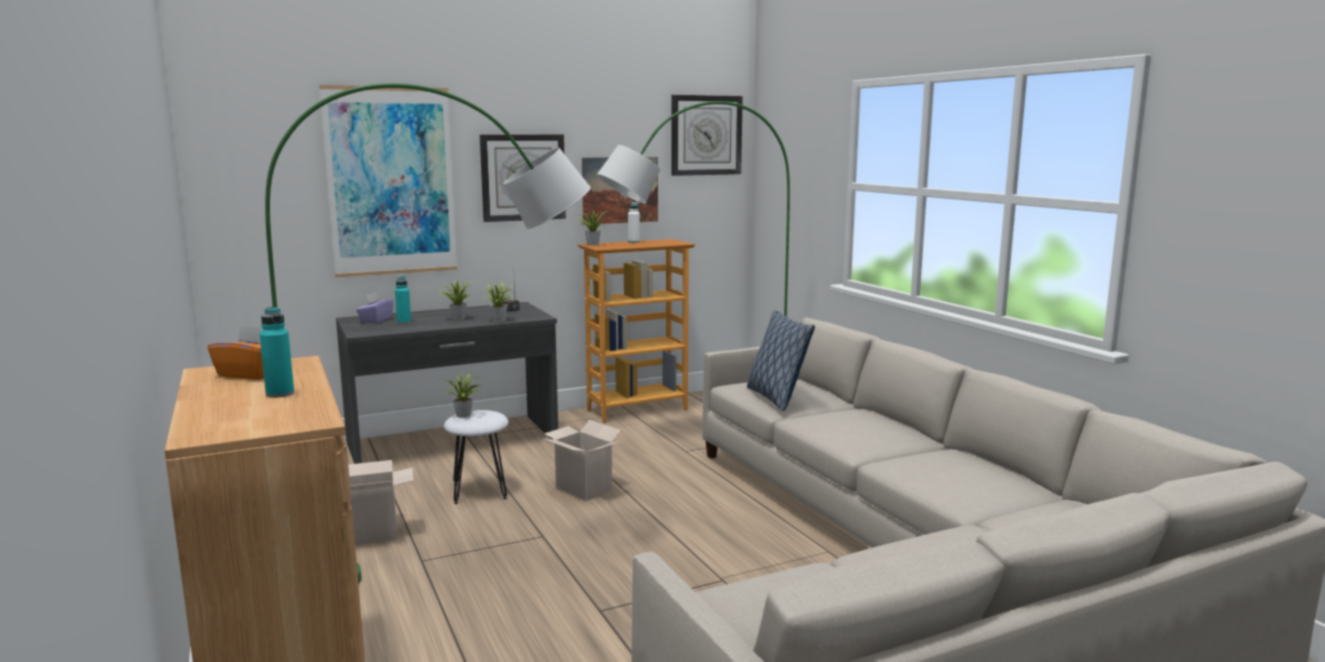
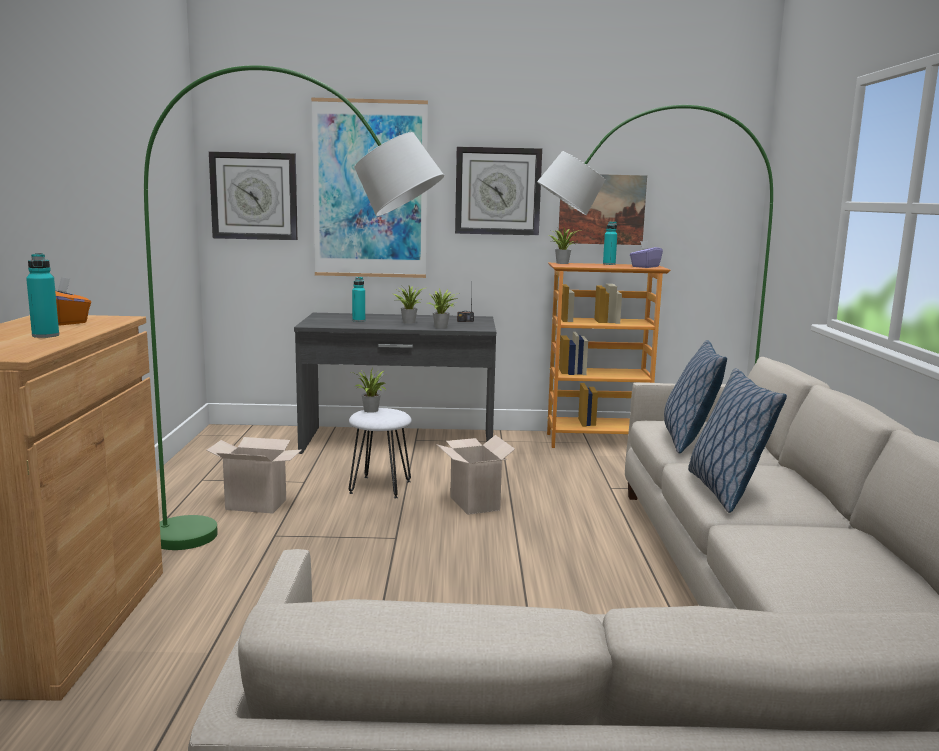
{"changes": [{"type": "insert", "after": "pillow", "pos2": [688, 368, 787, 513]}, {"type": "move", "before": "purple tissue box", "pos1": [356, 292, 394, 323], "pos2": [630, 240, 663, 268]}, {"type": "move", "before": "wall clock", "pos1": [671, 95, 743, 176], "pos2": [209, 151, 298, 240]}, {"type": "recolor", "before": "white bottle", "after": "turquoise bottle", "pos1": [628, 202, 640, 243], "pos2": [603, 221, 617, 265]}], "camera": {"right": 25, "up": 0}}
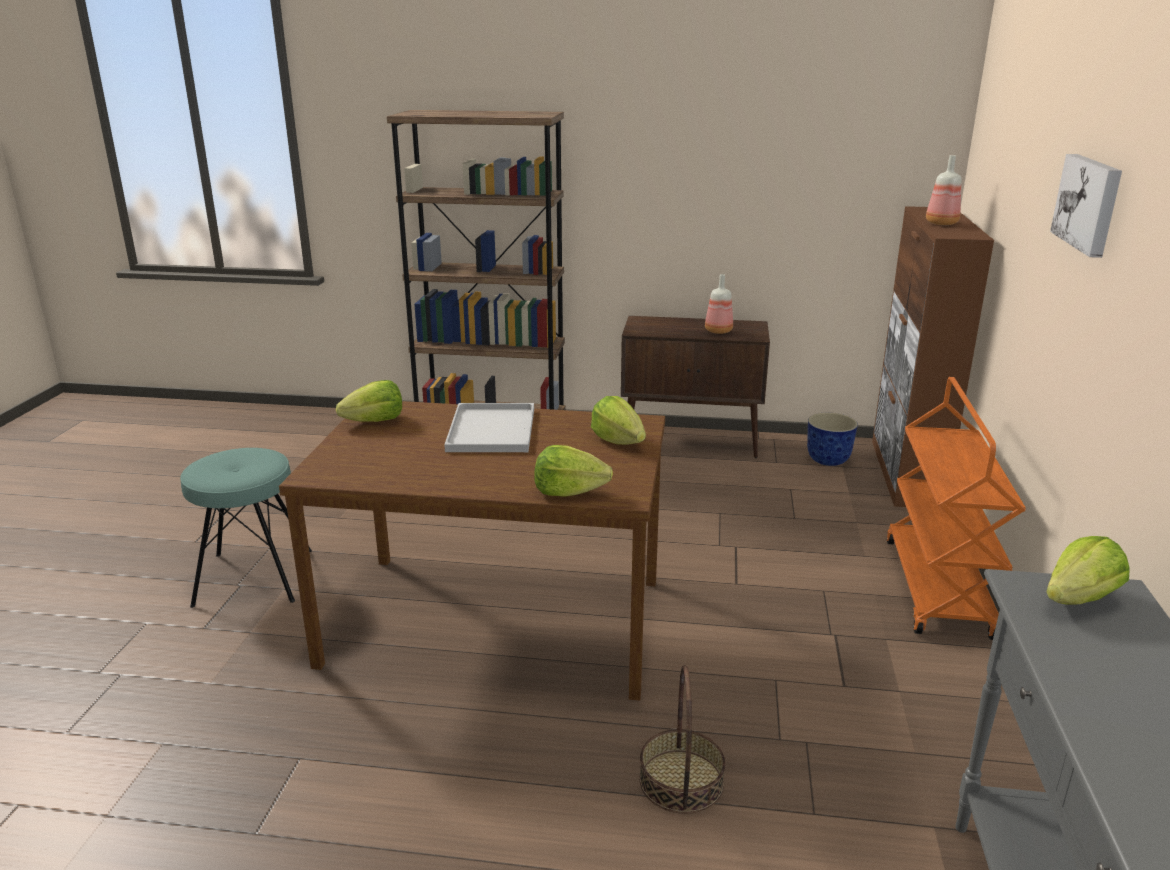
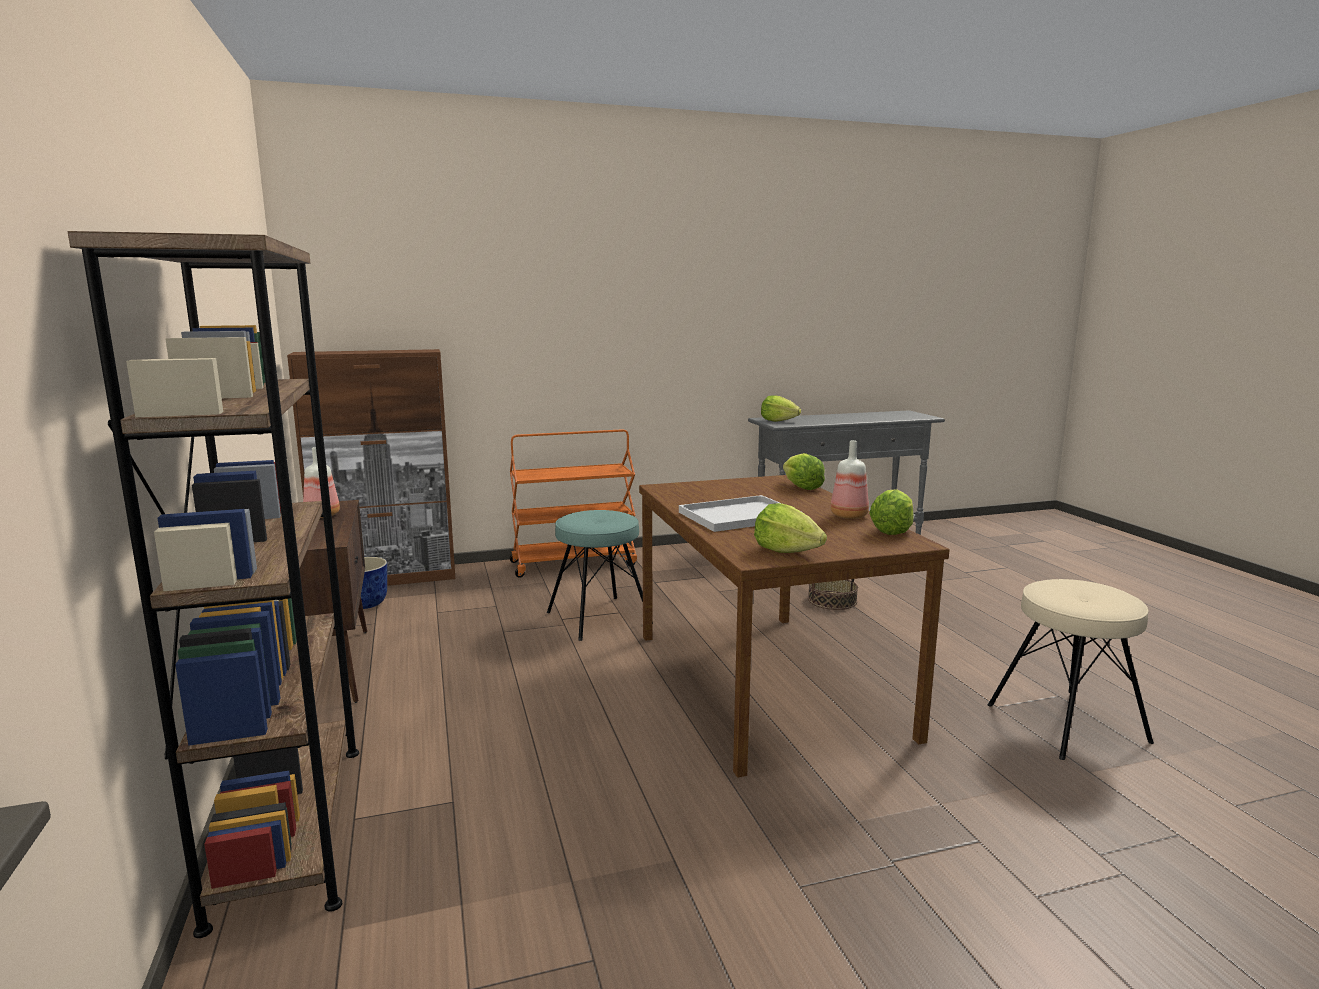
{"changes": [{"type": "delete", "before": "picture", "pos1": [1050, 154, 1122, 258]}, {"type": "insert", "after": "beige stool", "pos2": [988, 579, 1154, 760]}, {"type": "move", "before": "turquoise stool", "pos1": [180, 448, 312, 608], "pos2": [547, 510, 653, 641]}, {"type": "move", "before": "lettuce", "pos1": [591, 396, 646, 445], "pos2": [869, 489, 913, 535]}, {"type": "move", "before": "bottle", "pos1": [926, 155, 962, 225], "pos2": [830, 440, 869, 519]}], "camera": {"right": -115, "up": -10}}
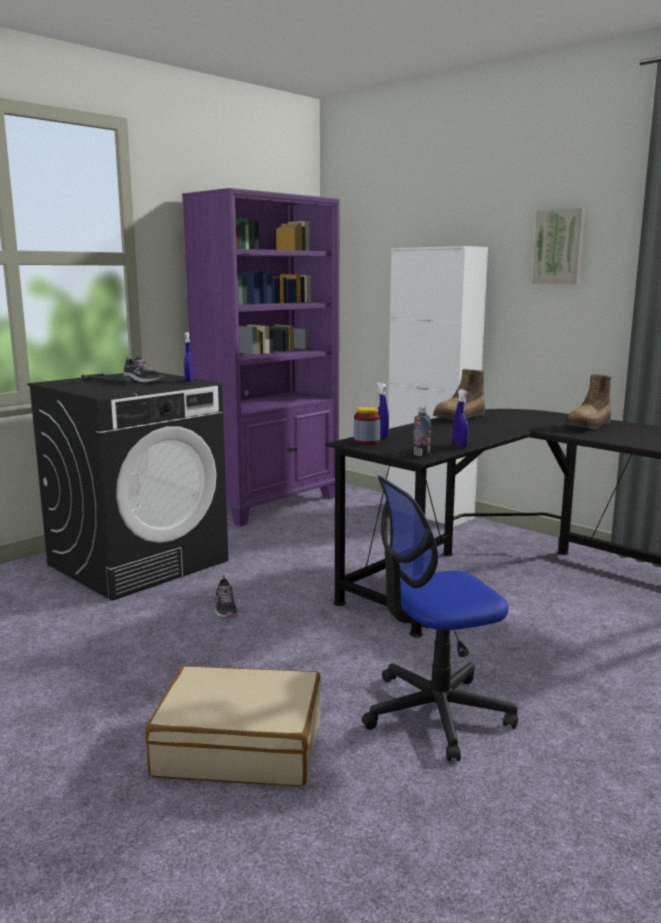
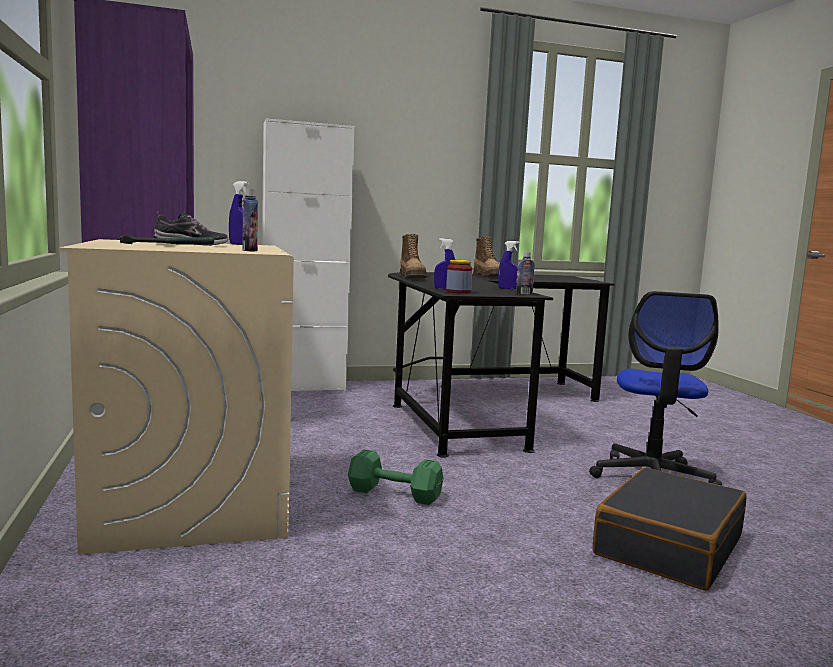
{"changes": [{"type": "delete", "before": "picture", "pos1": [532, 208, 585, 284]}, {"type": "insert", "after": "bottle", "pos2": [242, 189, 258, 251]}, {"type": "replace", "before": "shoe", "after": "green dumbbell", "pos1": [215, 576, 238, 618], "pos2": [348, 449, 443, 505]}, {"type": "recolor", "before": "black washing machine", "after": "beige washing machine", "pos1": [27, 372, 228, 601], "pos2": [59, 239, 294, 555]}, {"type": "recolor", "before": "beige suitcase", "after": "black suitcase", "pos1": [145, 666, 321, 786], "pos2": [593, 467, 747, 591]}], "camera": {"right": -60, "up": -5}}
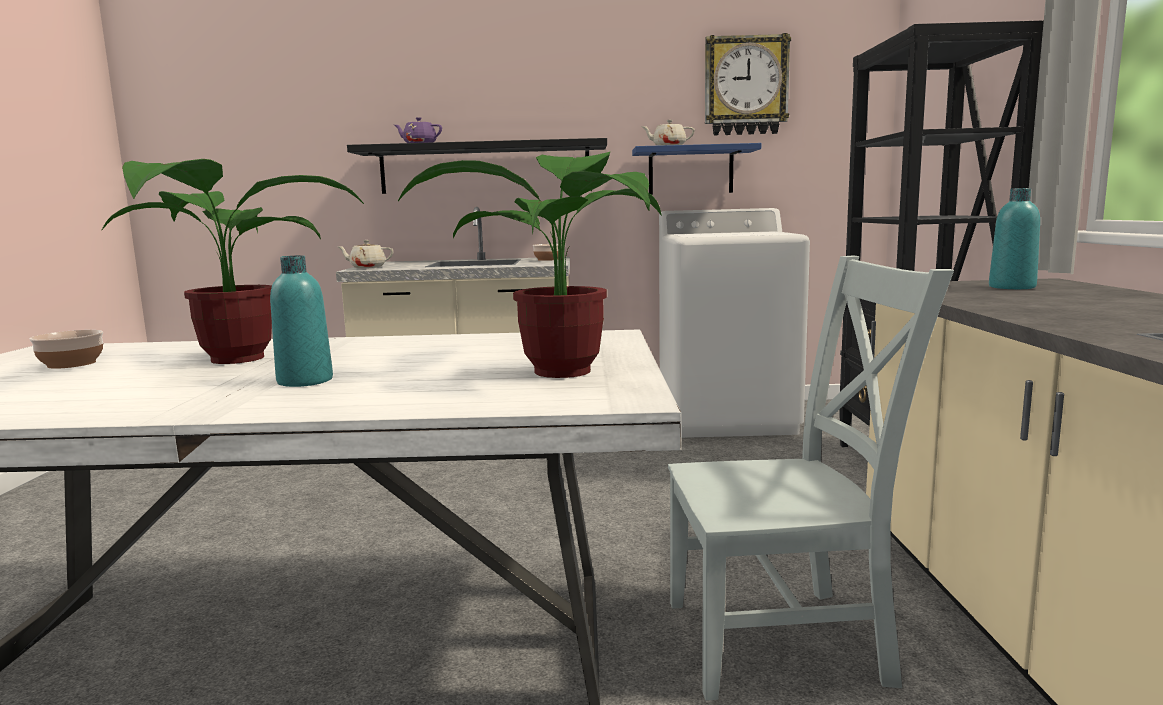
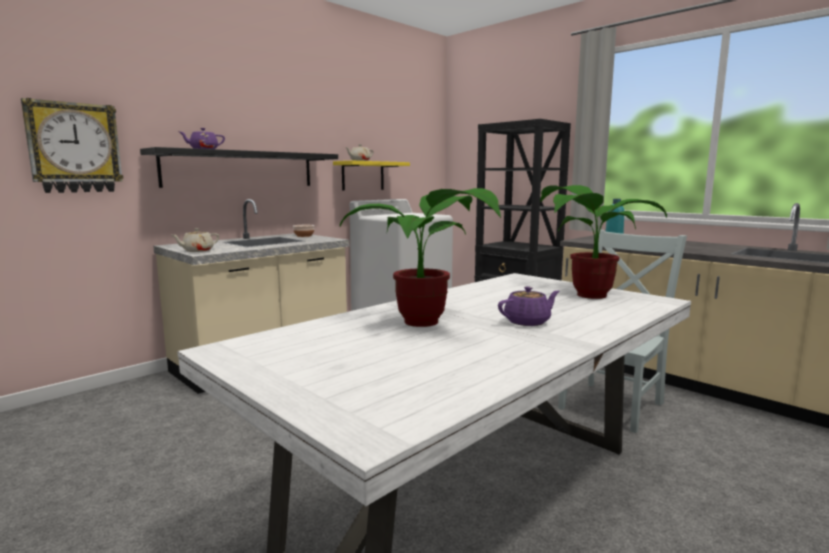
{"changes": [{"type": "delete", "before": "bowl", "pos1": [30, 330, 103, 369]}, {"type": "move", "before": "wall clock", "pos1": [705, 33, 791, 136], "pos2": [21, 98, 124, 193]}, {"type": "replace", "before": "turquoise bottle", "after": "purple teapot", "pos1": [270, 255, 333, 387], "pos2": [498, 286, 559, 326]}, {"type": "recolor", "before": "blue shelf", "after": "yellow shelf", "pos1": [632, 143, 761, 195], "pos2": [333, 161, 410, 190]}], "camera": {"right": -45, "up": 0}}
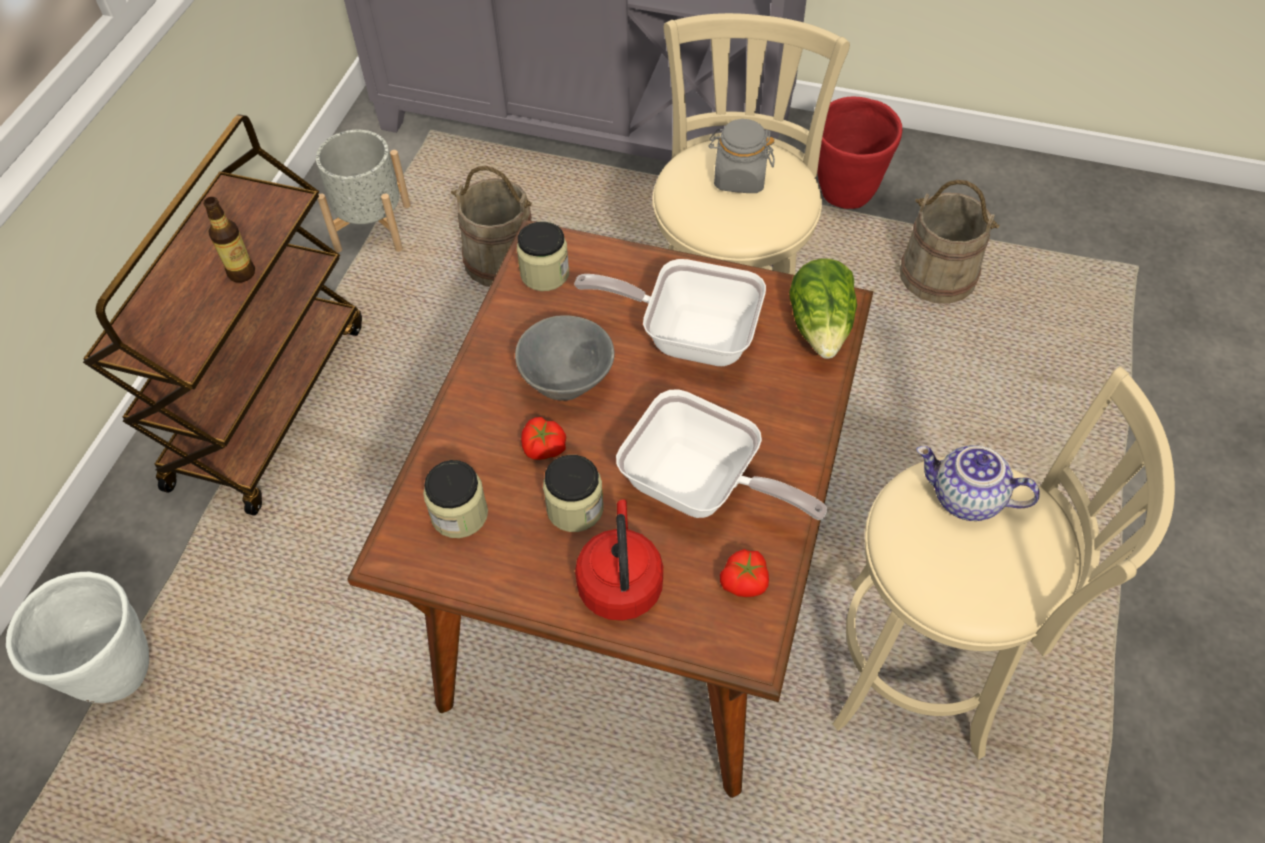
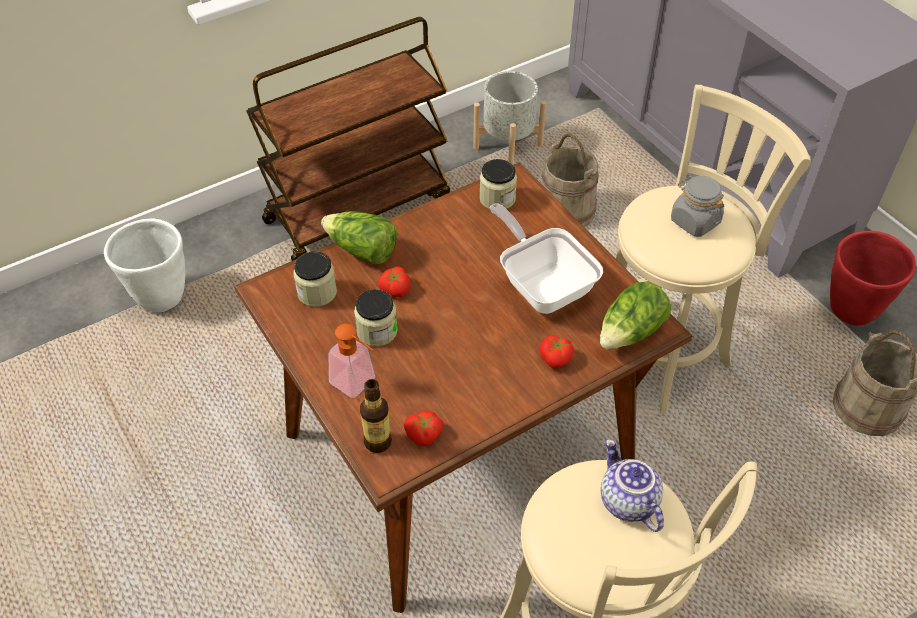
{"changes": [{"type": "delete", "before": "grey bowl", "pos1": [515, 315, 614, 400]}, {"type": "delete", "before": "frying pan", "pos1": [616, 389, 827, 520]}, {"type": "insert", "after": "lettuce", "pos2": [321, 211, 397, 265]}, {"type": "insert", "after": "tomato", "pos2": [540, 335, 574, 368]}, {"type": "move", "before": "bottle", "pos1": [203, 197, 255, 283], "pos2": [360, 379, 392, 453]}, {"type": "replace", "before": "red kettle", "after": "soap dispenser", "pos1": [575, 499, 663, 621], "pos2": [329, 324, 375, 398]}], "camera": {"right": 40, "up": -5}}
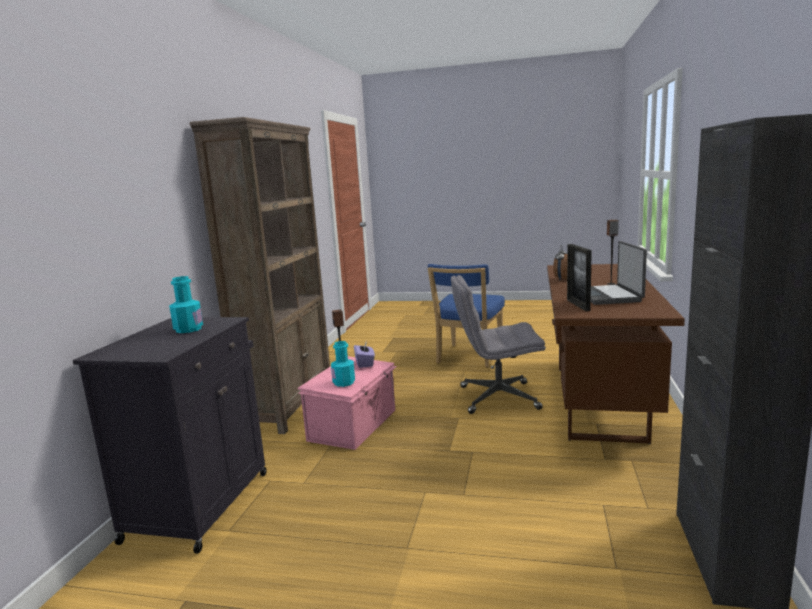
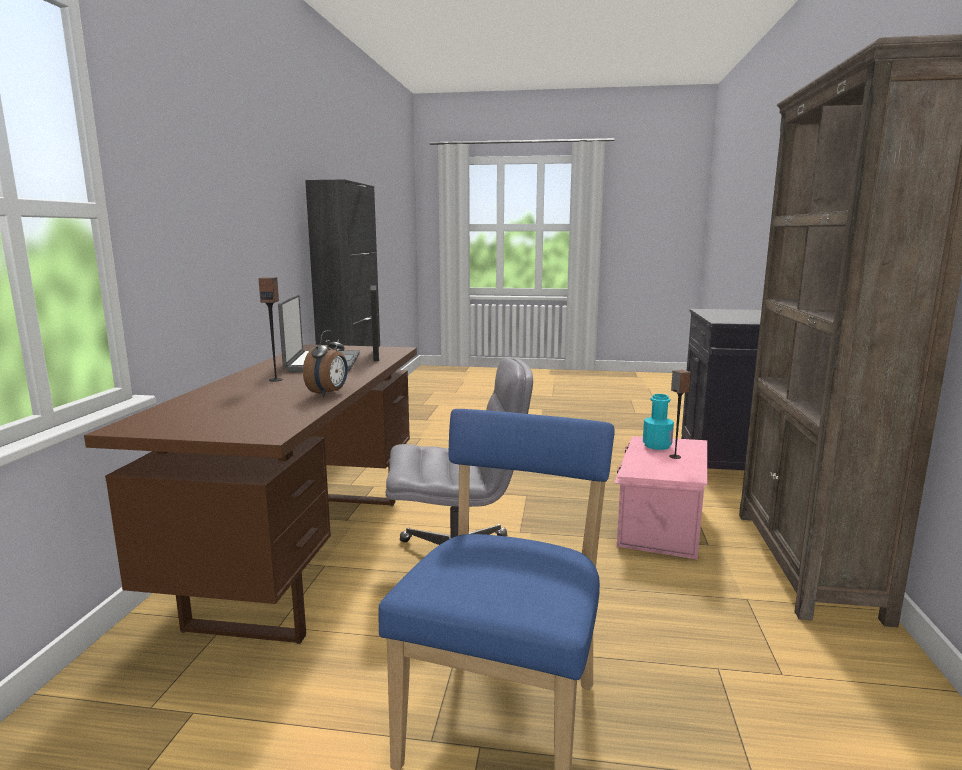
{"changes": [{"type": "delete", "before": "turquoise bottle", "pos1": [169, 276, 203, 333]}, {"type": "delete", "before": "purple tissue box", "pos1": [354, 342, 375, 368]}], "camera": {"right": 175, "up": 0}}
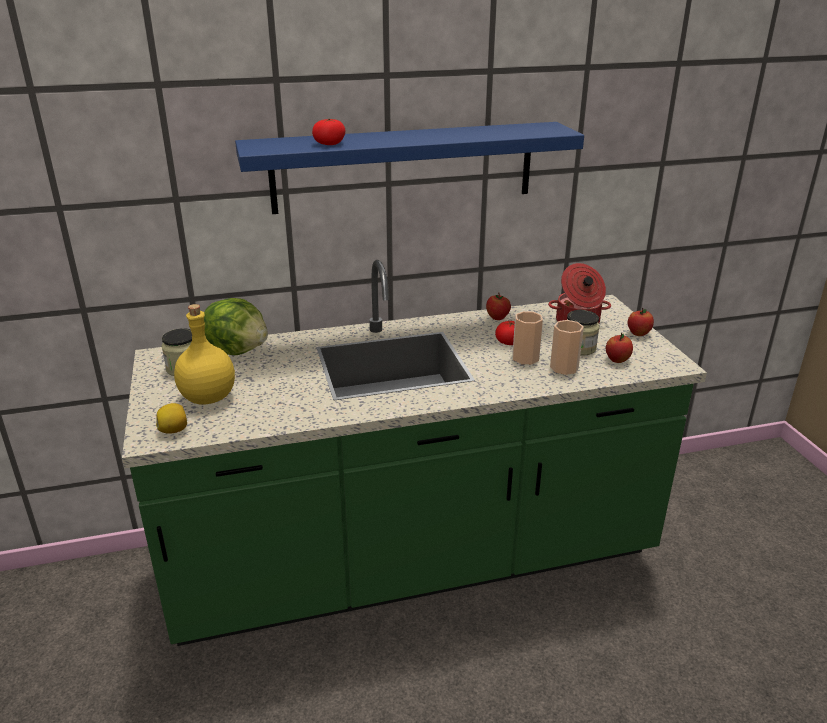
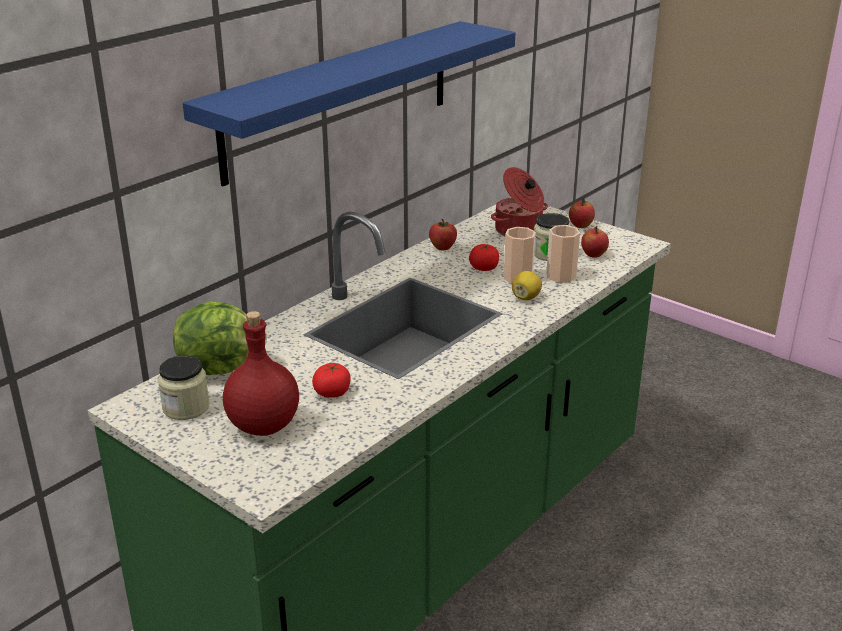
{"changes": [{"type": "move", "before": "lemon", "pos1": [156, 403, 187, 434], "pos2": [512, 271, 542, 300]}, {"type": "move", "before": "tomato", "pos1": [312, 119, 345, 145], "pos2": [312, 363, 351, 398]}, {"type": "recolor", "before": "yellow bottle", "after": "red bottle", "pos1": [174, 304, 235, 404], "pos2": [223, 311, 299, 436]}], "camera": {"right": -35, "up": 0}}
